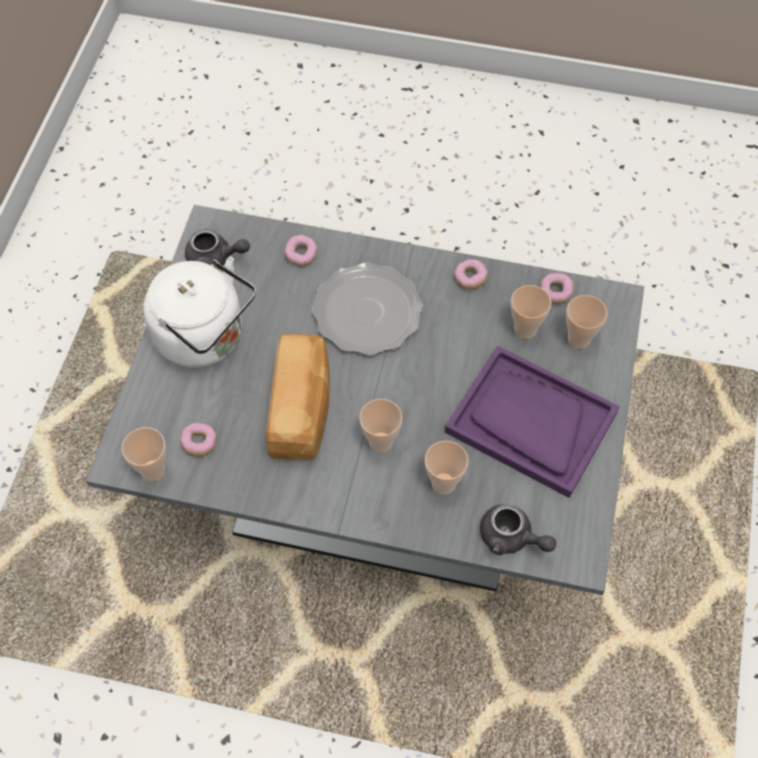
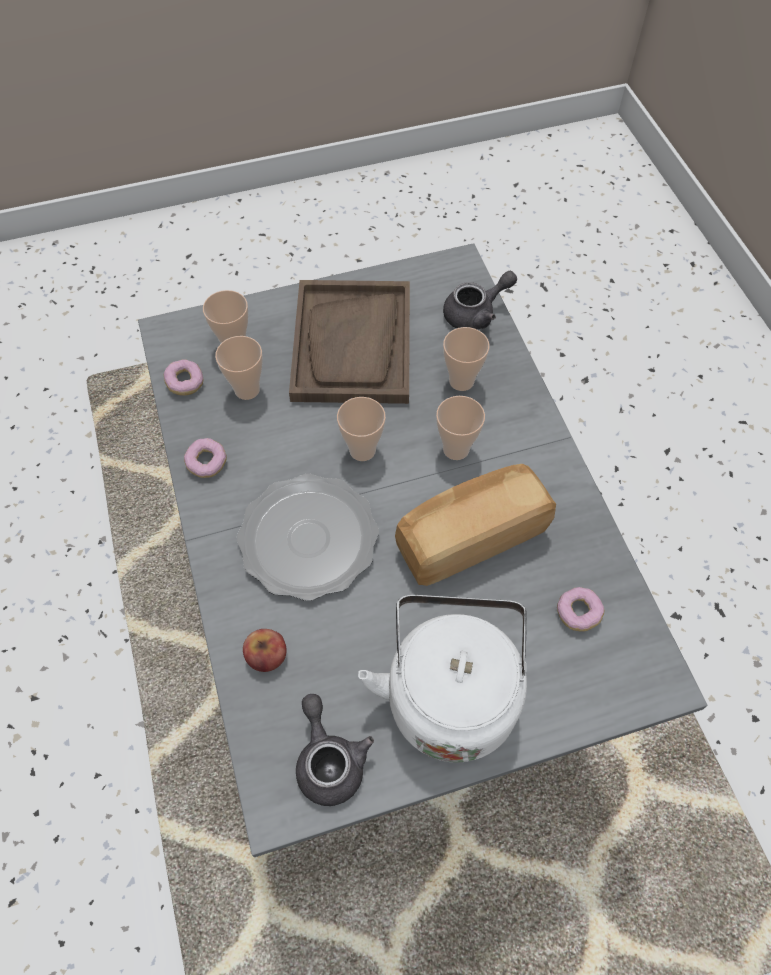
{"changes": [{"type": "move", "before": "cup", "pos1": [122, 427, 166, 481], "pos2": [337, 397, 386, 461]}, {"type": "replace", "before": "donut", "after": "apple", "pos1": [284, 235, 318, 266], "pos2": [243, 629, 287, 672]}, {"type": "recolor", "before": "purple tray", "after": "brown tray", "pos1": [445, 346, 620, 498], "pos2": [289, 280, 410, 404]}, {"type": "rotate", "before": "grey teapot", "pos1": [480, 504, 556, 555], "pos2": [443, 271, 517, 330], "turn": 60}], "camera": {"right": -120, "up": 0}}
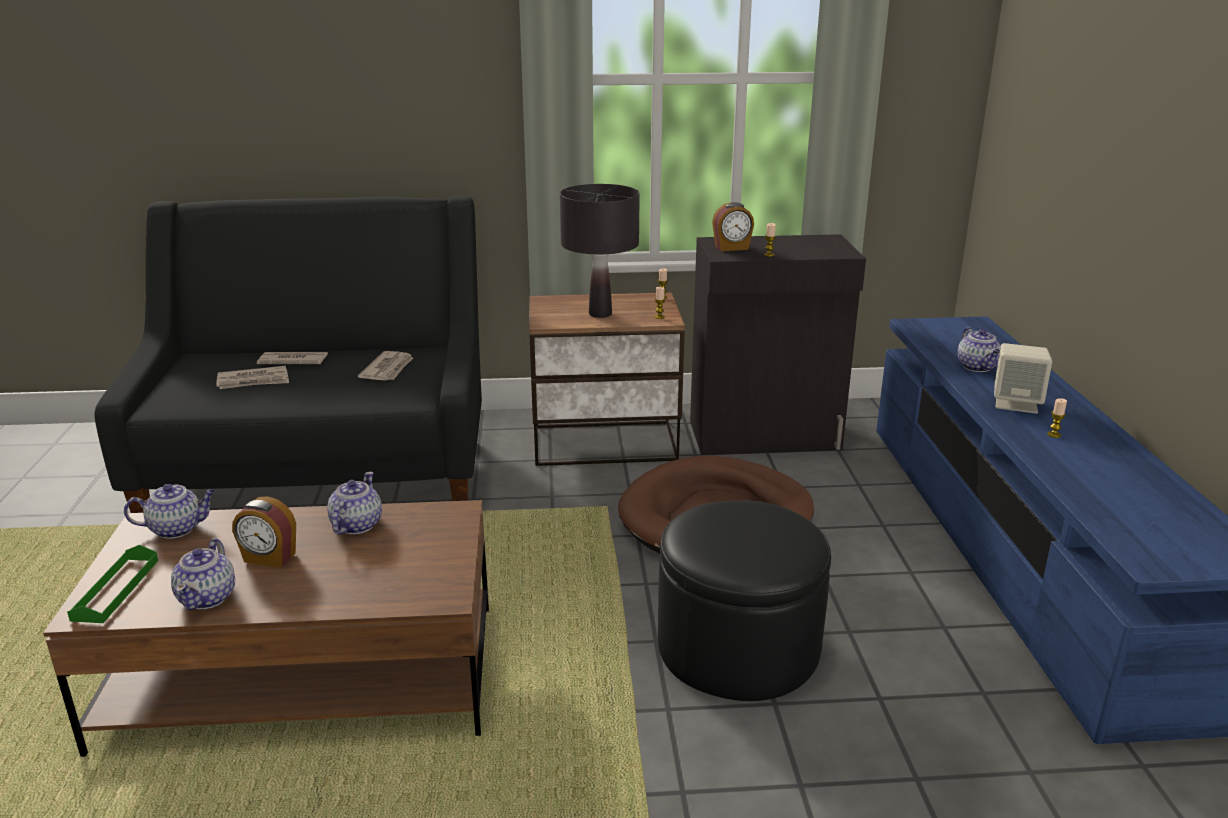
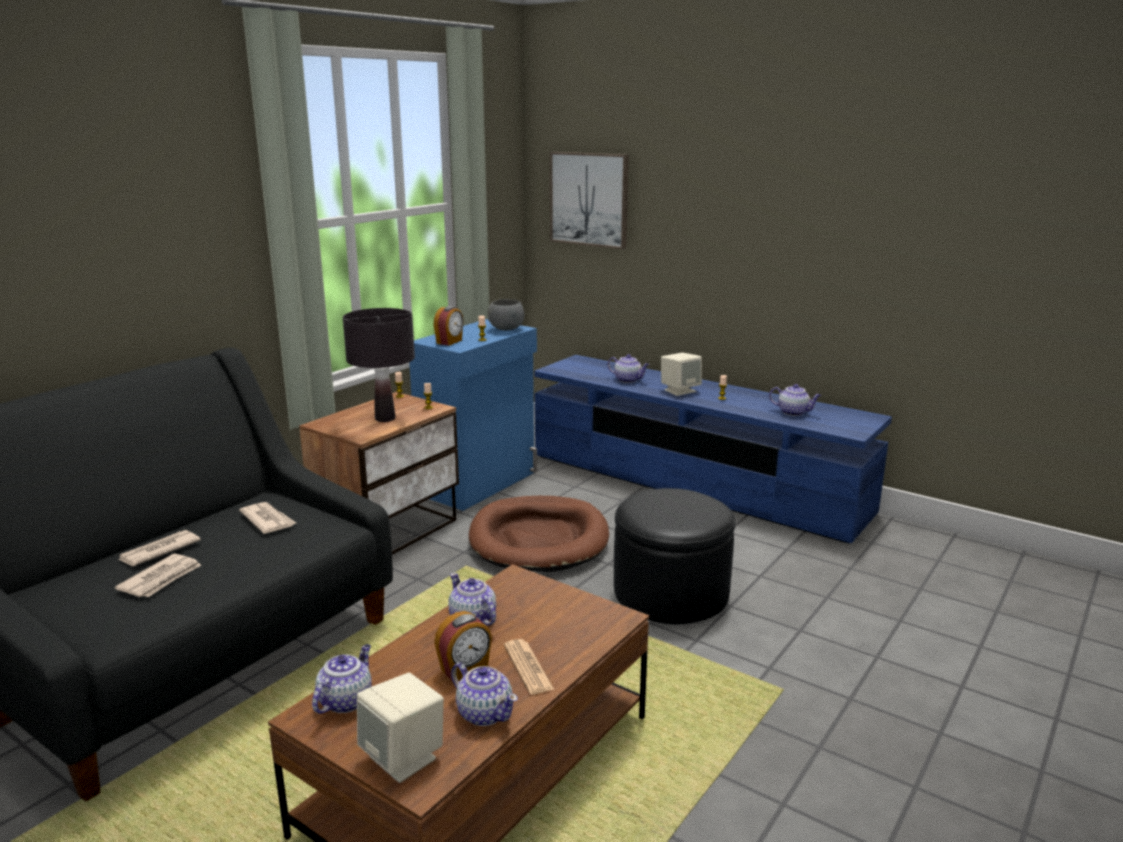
{"changes": [{"type": "insert", "after": "grey bowl", "pos2": [488, 299, 525, 331]}, {"type": "insert", "after": "newspaper", "pos2": [504, 639, 554, 695]}, {"type": "insert", "after": "picture", "pos2": [550, 152, 629, 249]}, {"type": "insert", "after": "teapot", "pos2": [769, 384, 821, 416]}, {"type": "replace", "before": "green tray", "after": "beige speaker", "pos1": [67, 545, 158, 623], "pos2": [357, 673, 444, 783]}, {"type": "recolor", "before": "black cabinet", "after": "blue cabinet", "pos1": [690, 234, 866, 455], "pos2": [409, 319, 537, 511]}], "camera": {"right": -50, "up": -5}}
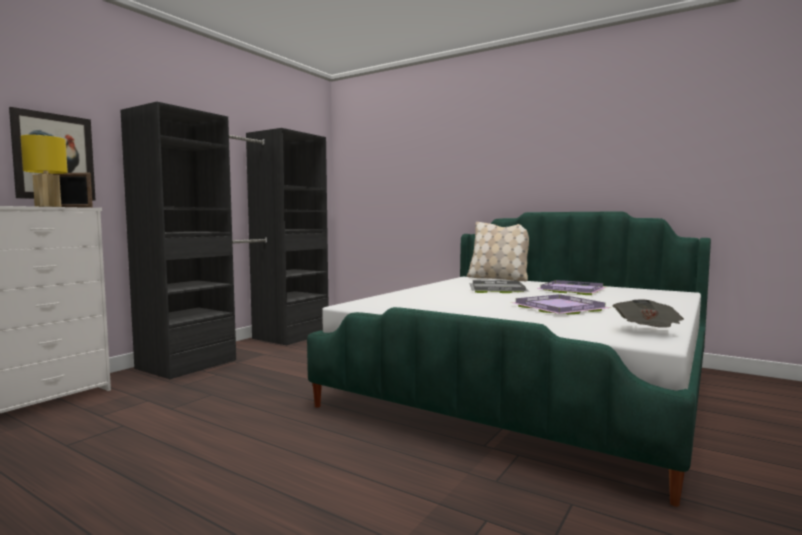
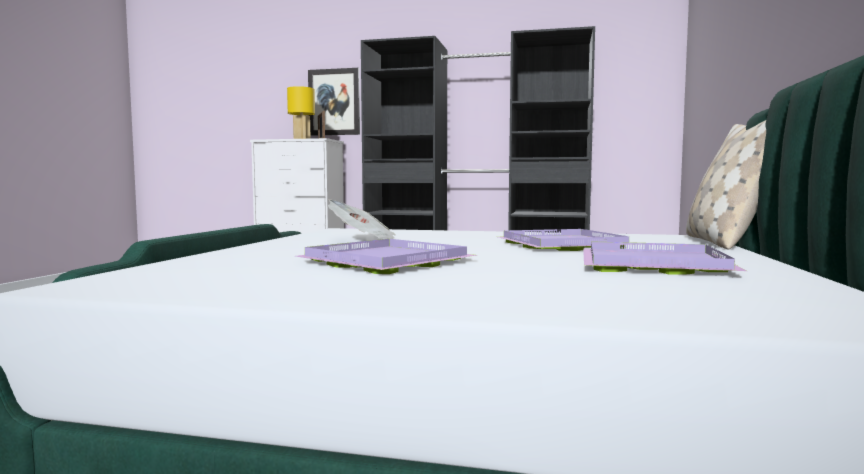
{"changes": [{"type": "move", "before": "newspaper", "pos1": [613, 300, 684, 328], "pos2": [328, 199, 395, 239]}, {"type": "recolor", "before": "grey tray", "after": "purple tray", "pos1": [470, 280, 529, 293], "pos2": [499, 229, 639, 251]}], "camera": {"right": 70, "up": 0}}
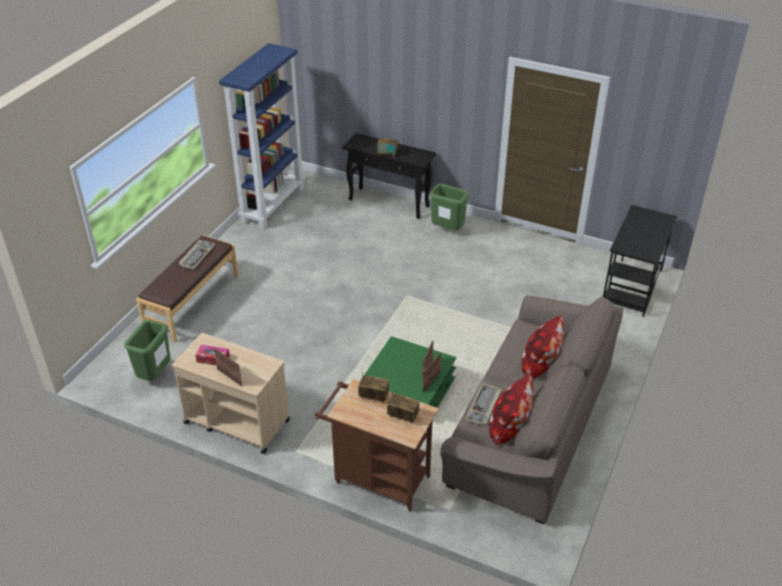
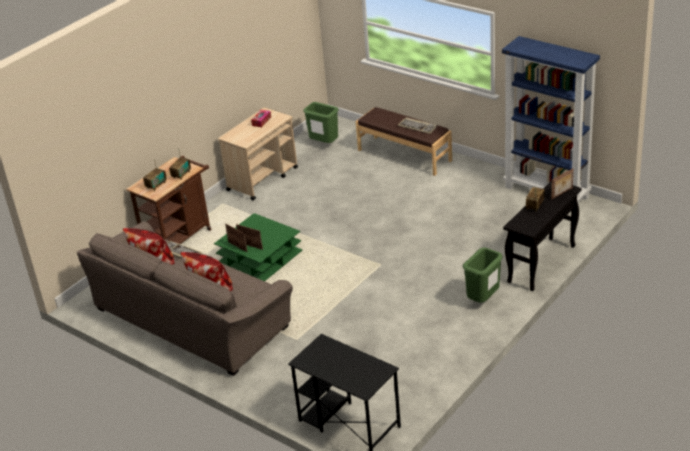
{"changes": [{"type": "move", "before": "picture frame", "pos1": [214, 348, 242, 387], "pos2": [551, 169, 573, 200]}], "camera": {"right": 105, "up": -5}}
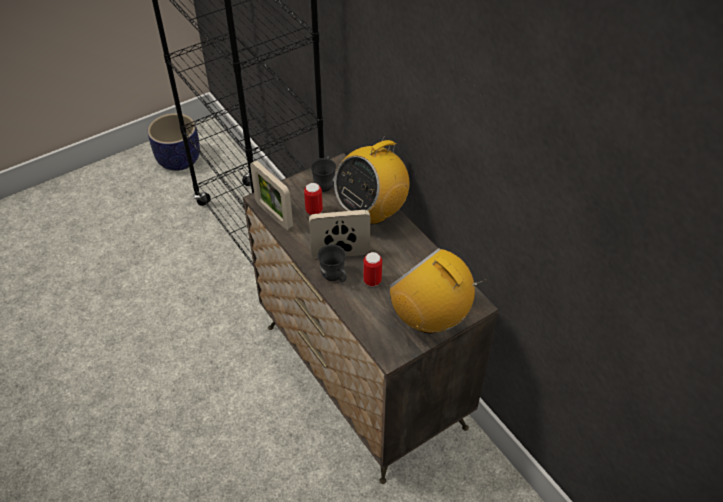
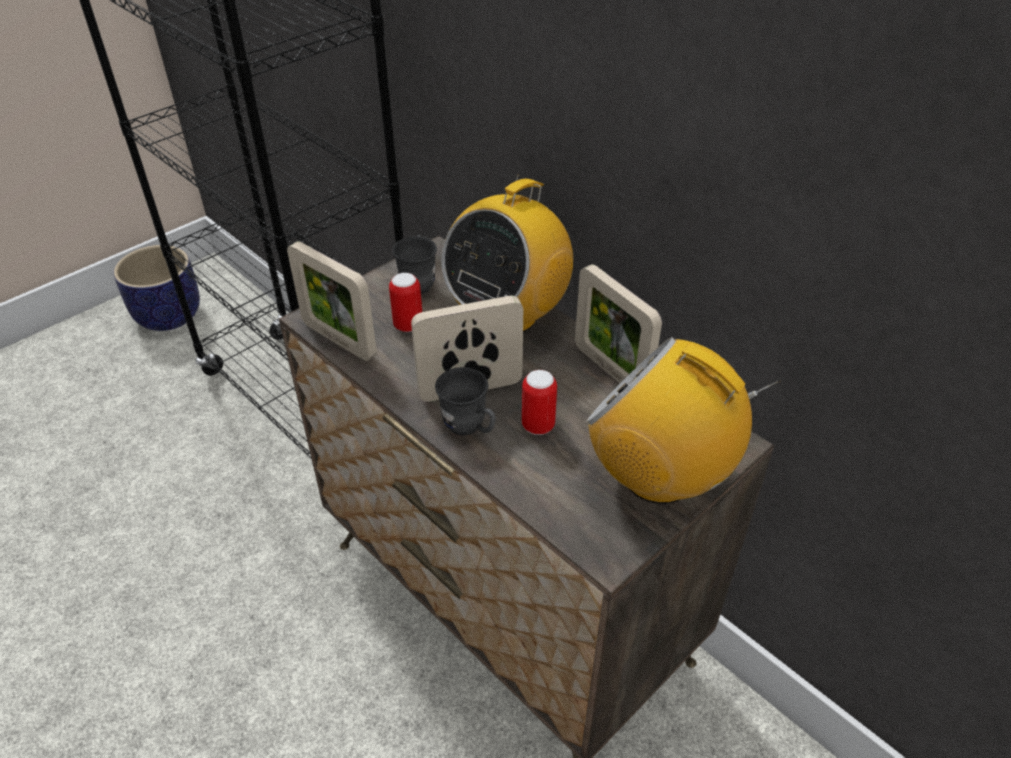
{"changes": [{"type": "insert", "after": "picture frame", "pos2": [575, 264, 662, 383]}], "camera": {"right": -10, "up": -5}}
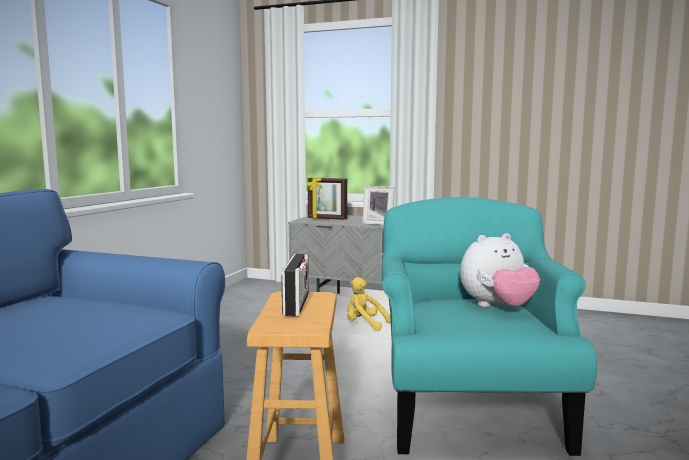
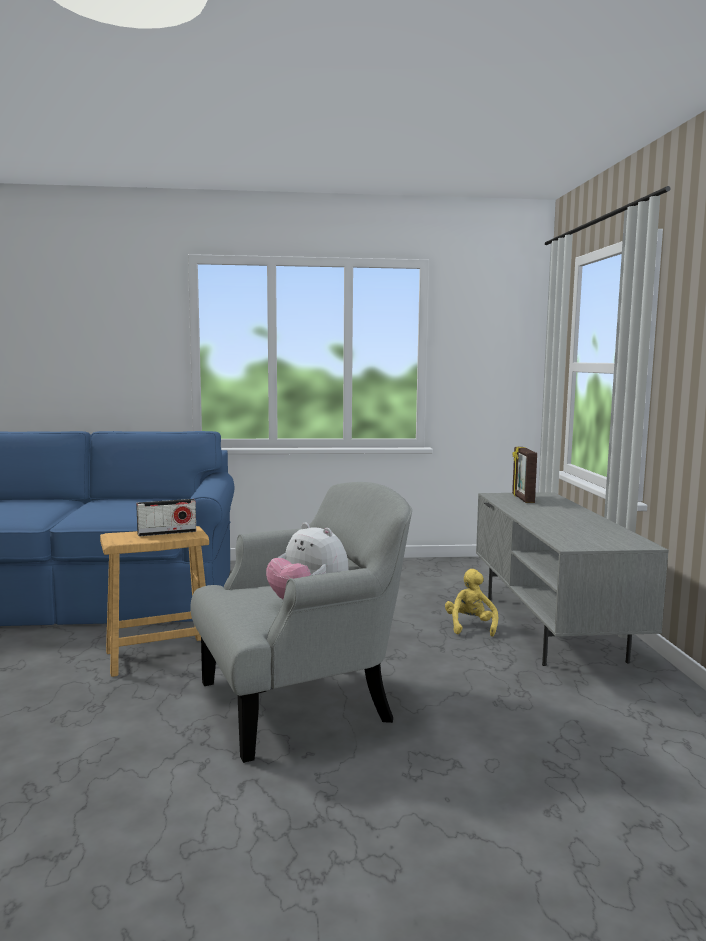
{"changes": [{"type": "delete", "before": "picture frame", "pos1": [362, 186, 395, 225]}, {"type": "recolor", "before": "turquoise armchair", "after": "grey armchair", "pos1": [381, 197, 597, 456], "pos2": [190, 482, 412, 763]}], "camera": {"right": 65, "up": 0}}
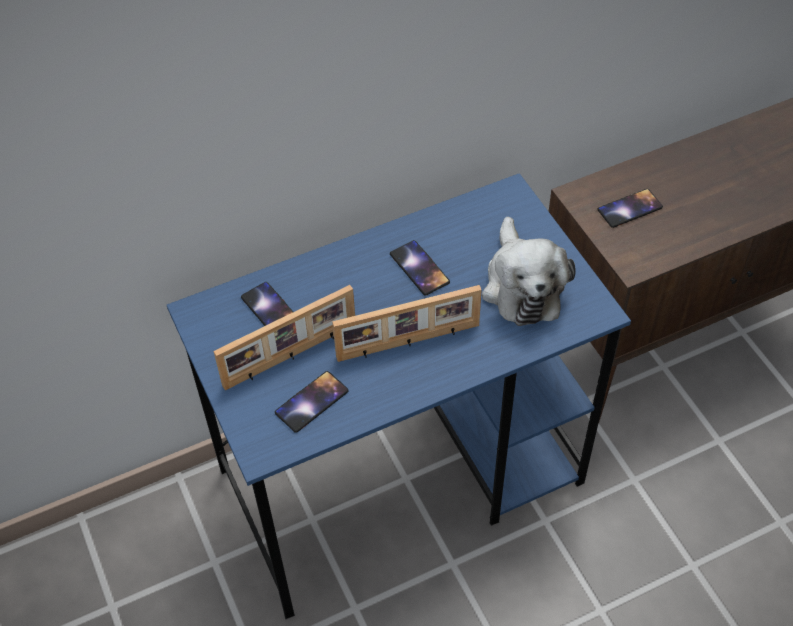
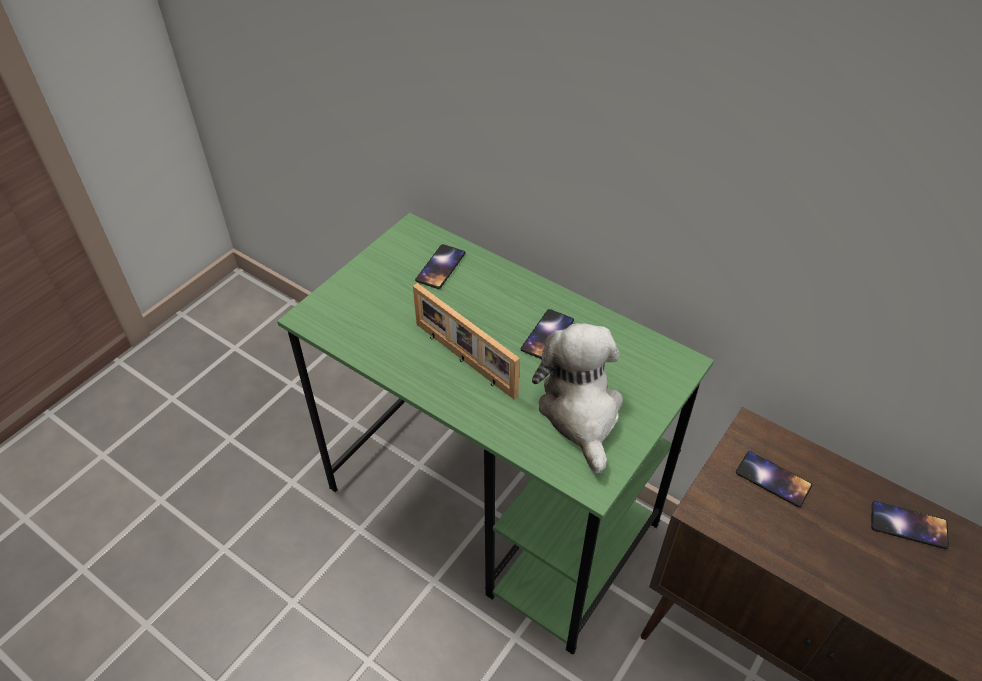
{"changes": [{"type": "delete", "before": "picture frame", "pos1": [213, 285, 355, 390]}, {"type": "move", "before": "phone", "pos1": [275, 371, 349, 433], "pos2": [871, 501, 949, 549]}, {"type": "recolor", "before": "blue desk", "after": "green desk", "pos1": [167, 173, 631, 619], "pos2": [277, 213, 714, 655]}, {"type": "rotate", "before": "plush toy", "pos1": [482, 217, 576, 326], "pos2": [532, 323, 623, 474], "turn": 120}], "camera": {"right": 60, "up": -5}}
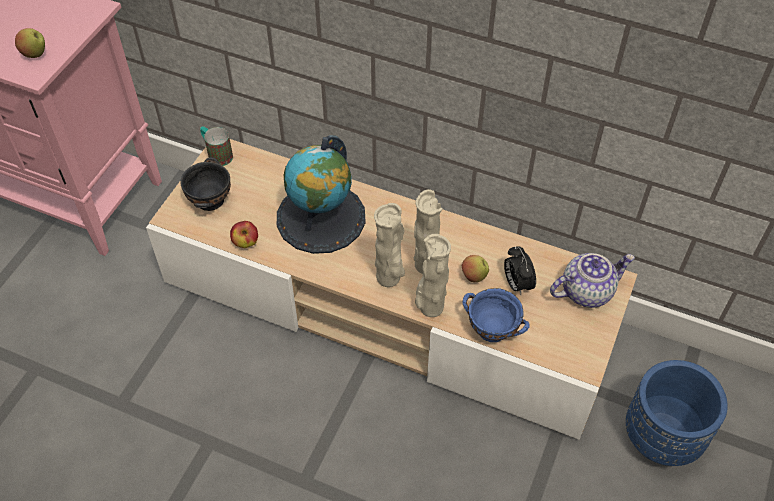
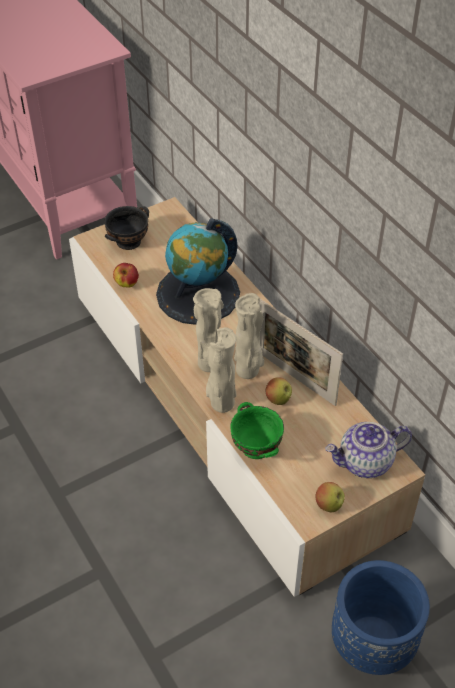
{"changes": [{"type": "delete", "before": "mug", "pos1": [200, 126, 233, 166]}, {"type": "delete", "before": "alarm clock", "pos1": [504, 246, 536, 295]}, {"type": "insert", "after": "picture frame", "pos2": [259, 299, 343, 406]}, {"type": "move", "before": "apple", "pos1": [15, 28, 45, 58], "pos2": [315, 482, 345, 512]}, {"type": "recolor", "before": "blue bowl", "after": "green bowl", "pos1": [463, 288, 530, 342], "pos2": [230, 402, 284, 459]}, {"type": "rotate", "before": "teapot", "pos1": [550, 253, 635, 308], "pos2": [325, 422, 412, 478], "turn": 150}], "camera": {"right": 35, "up": -5}}
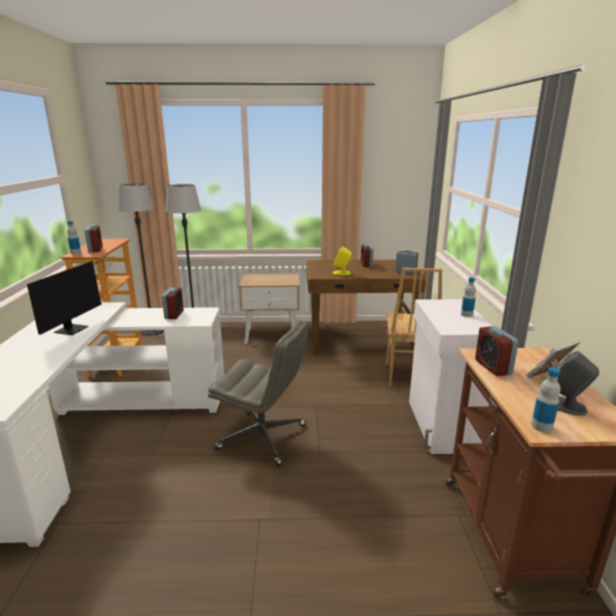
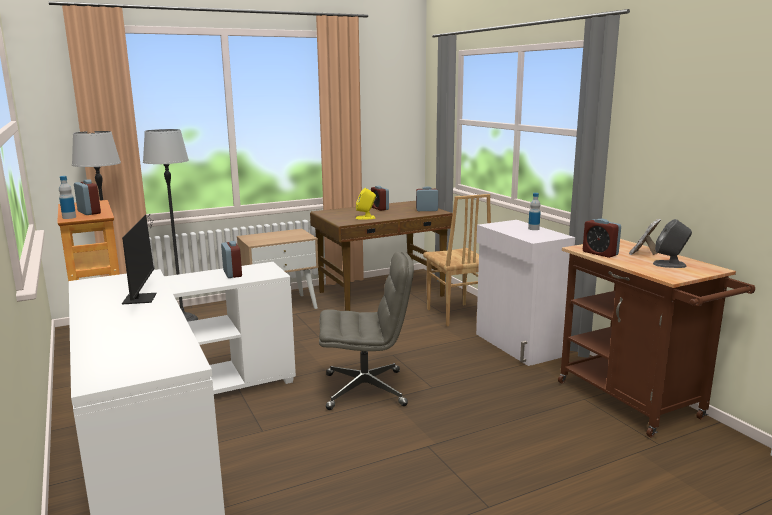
{"changes": [{"type": "delete", "before": "bottle", "pos1": [531, 367, 561, 432]}], "camera": {"right": -25, "up": -5}}
